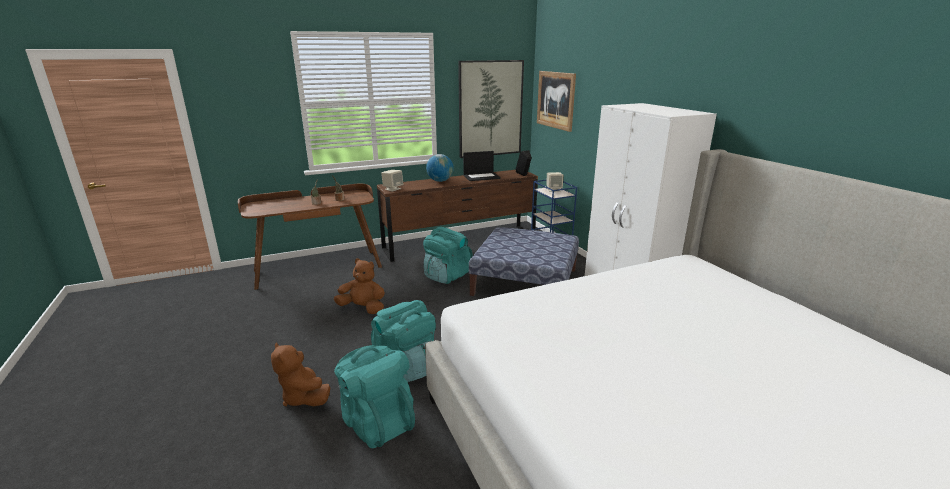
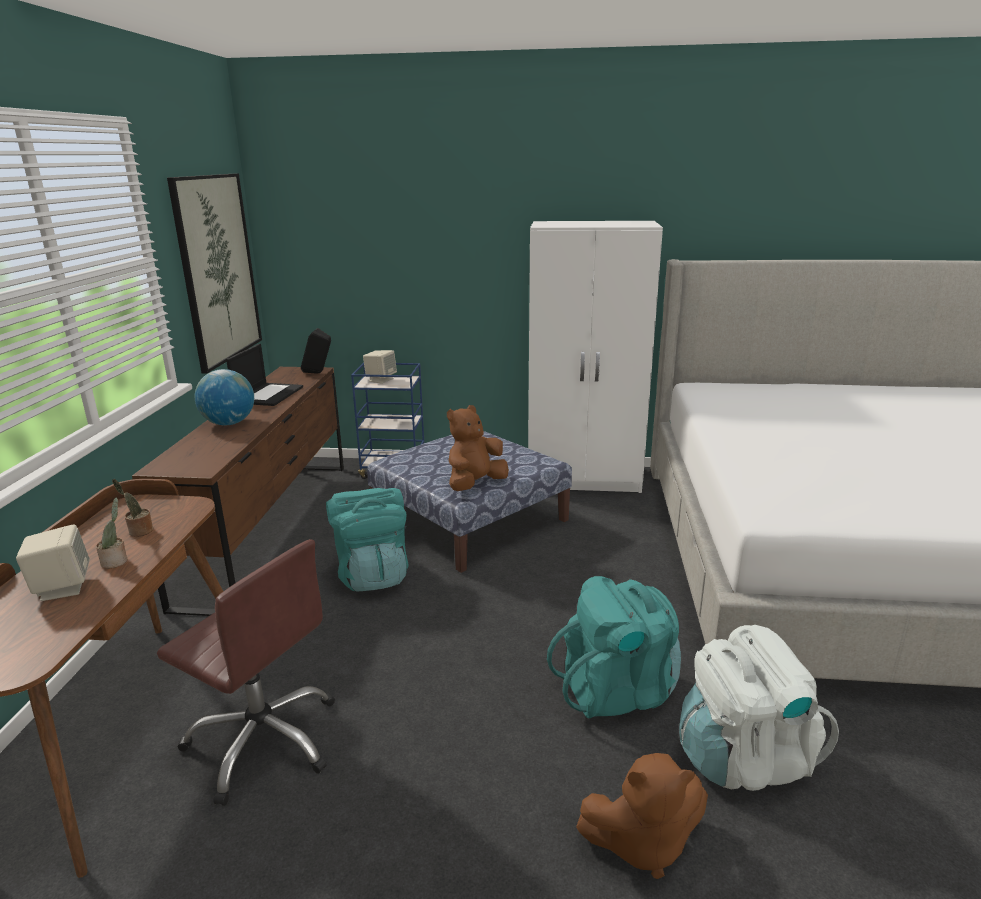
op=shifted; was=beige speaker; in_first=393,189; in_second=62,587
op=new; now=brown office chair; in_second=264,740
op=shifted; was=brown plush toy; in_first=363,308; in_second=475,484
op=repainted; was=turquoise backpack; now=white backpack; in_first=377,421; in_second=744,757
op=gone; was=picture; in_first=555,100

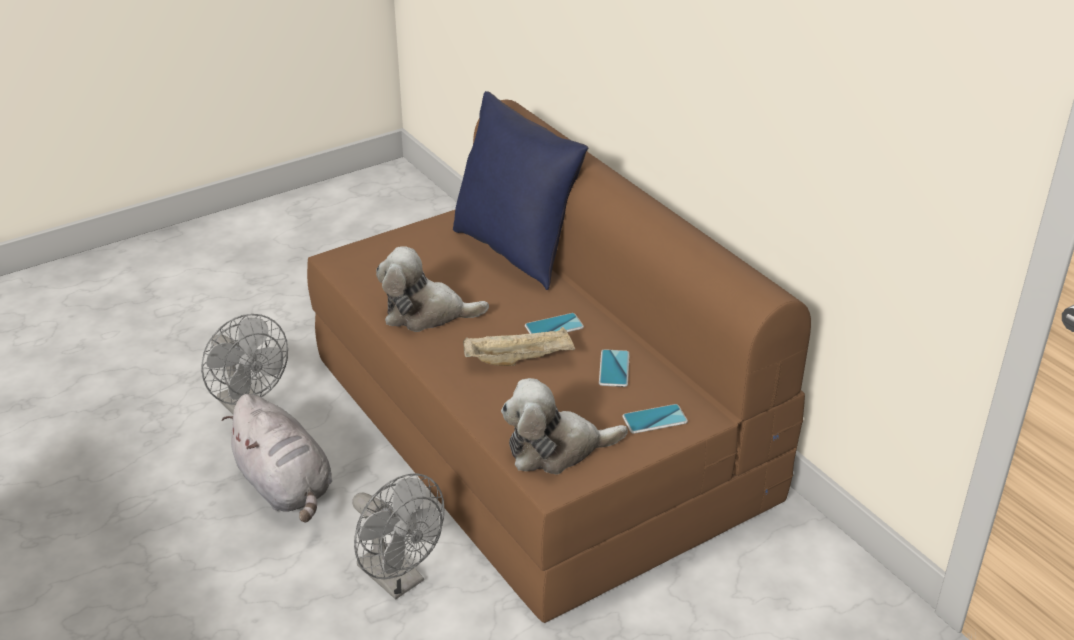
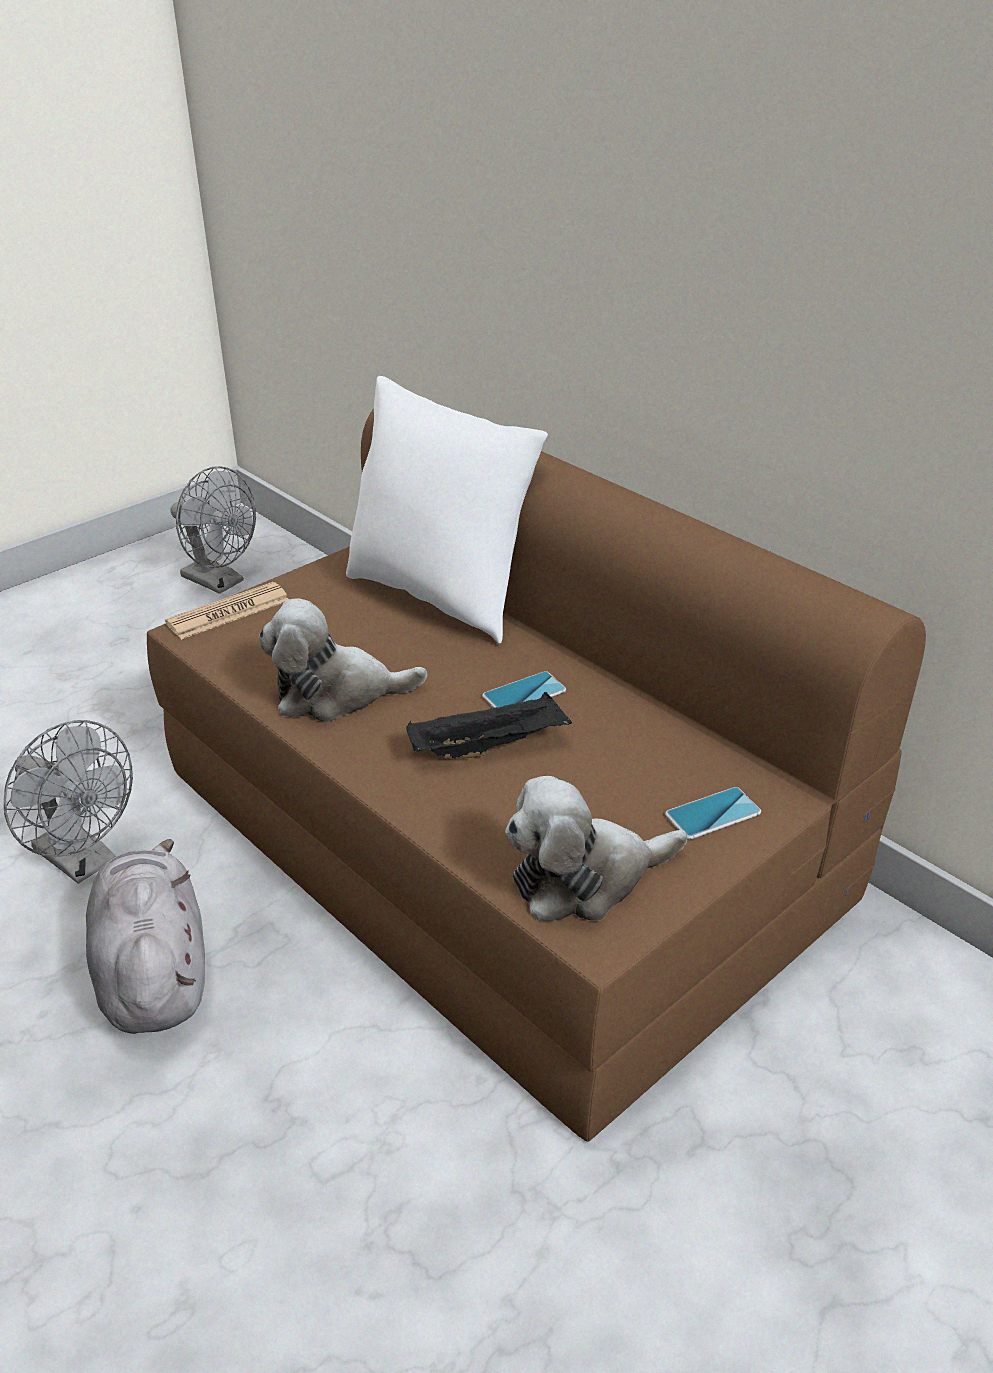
op=rotated; was=grey plush toy; in_first=286,487; in_second=154,972; clockwise=-150
op=new; now=newspaper; in_second=228,612
op=shifted; was=grey fan; in_first=398,579; in_second=220,582
op=repainted; was=blue pillow; now=white pillow; in_first=516,251; in_second=440,595
op=repainted; was=beige tray; now=black tray; in_first=520,359; in_second=490,746
op=gone; was=phone; in_first=614,369

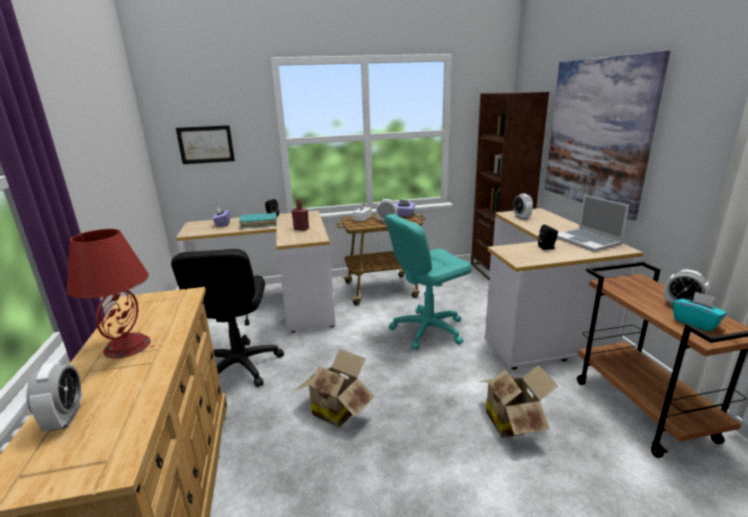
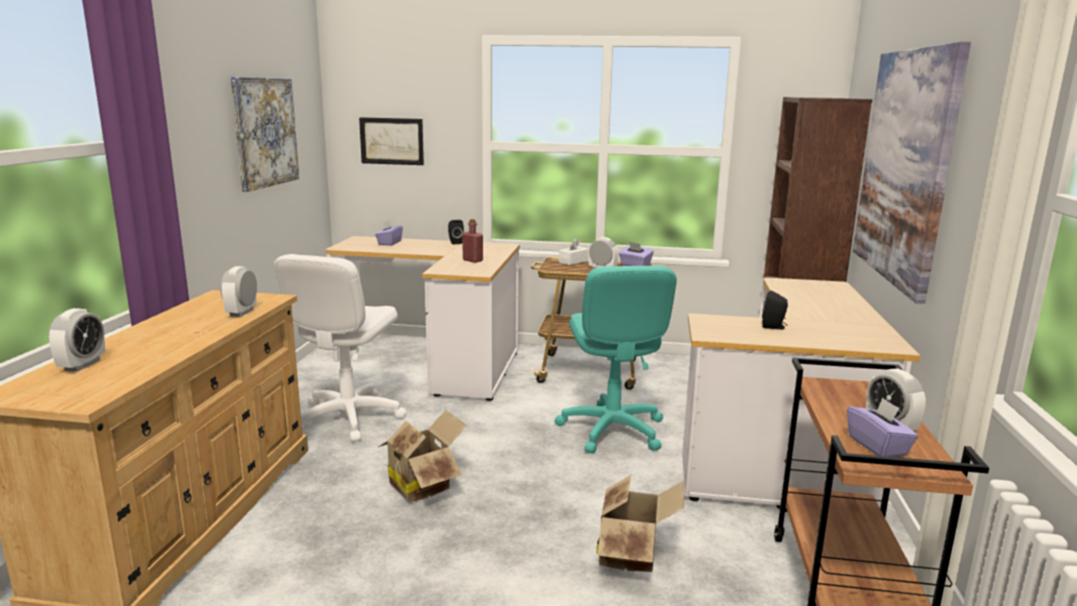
op=shifted; was=alarm clock; in_first=521,217; in_second=241,312
op=new; now=picture; in_second=265,132
op=repainted; was=black office chair; now=white office chair; in_first=239,366; in_second=348,418
op=rotated; was=turquoise office chair; in_first=428,330; in_second=612,430; clockwise=-90
op=repainted; was=turquoise tissue box; now=purple tissue box; in_first=695,323; in_second=878,446
op=gone; was=red table lamp; in_first=127,345
op=gone; was=turquoise book; in_first=259,224
op=gone; was=laptop; in_first=587,241

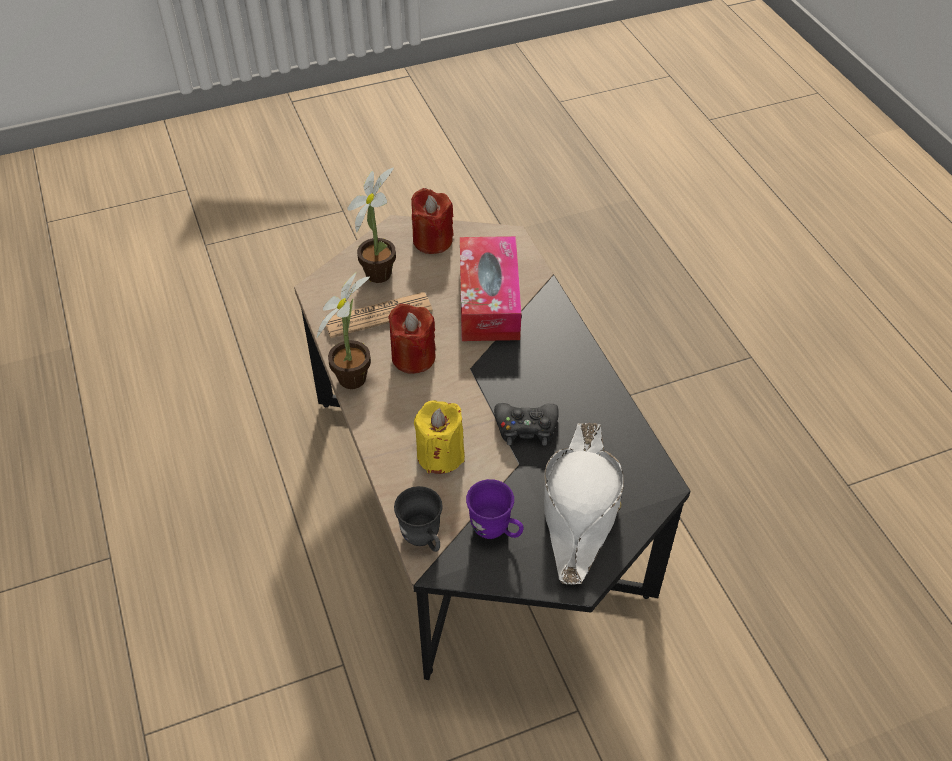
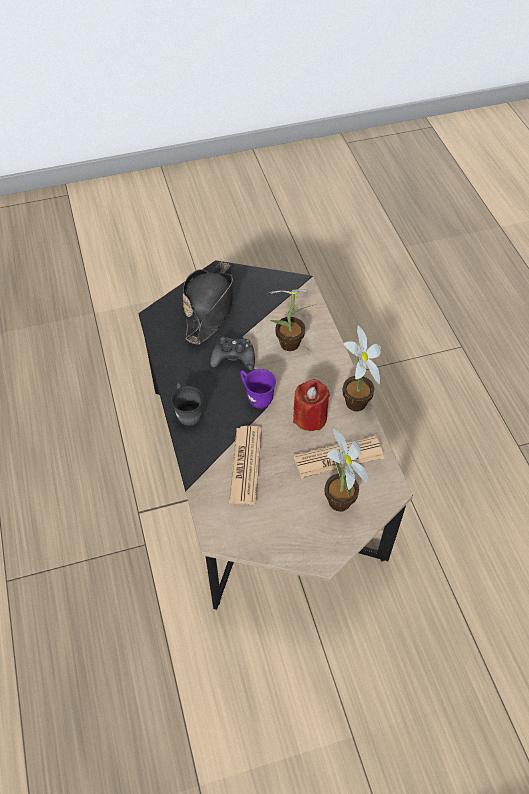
op=shifted; was=grey mug; in_first=424,540; in_second=187,413
op=repainted; was=white hat; now=black hat; in_first=579,508; in_second=210,307
op=swapped; was=tissue box; now=newspaper; in_first=489,300; in_second=245,465
op=shifted; was=purple mug; in_first=496,531; in_second=256,397
op=swapped; was=yellow candle; now=potted plant; in_first=440,455; in_second=293,344
op=gone; was=red candle; in_first=432,240

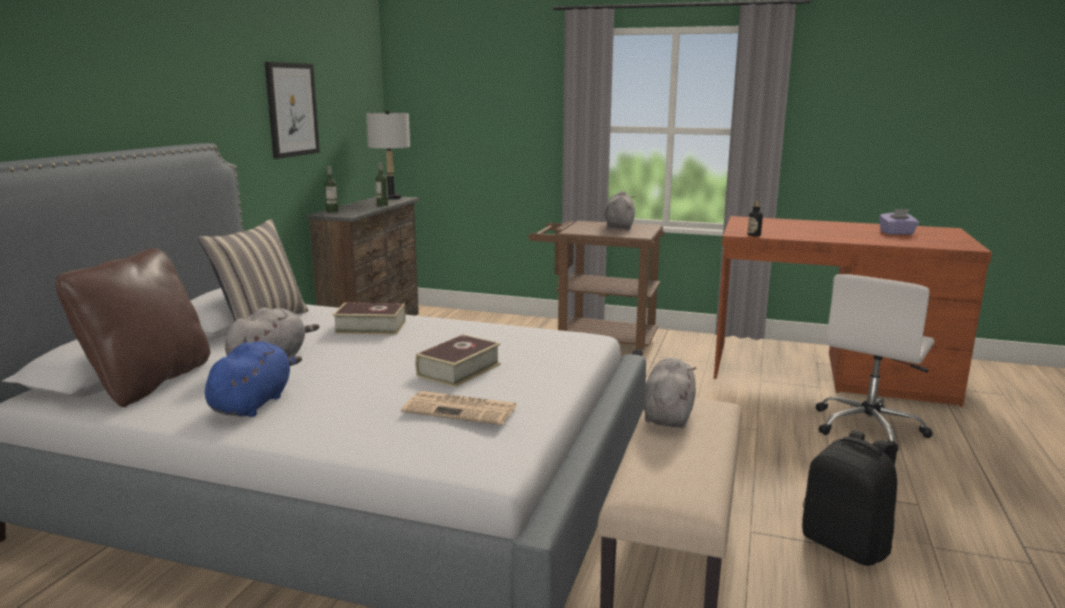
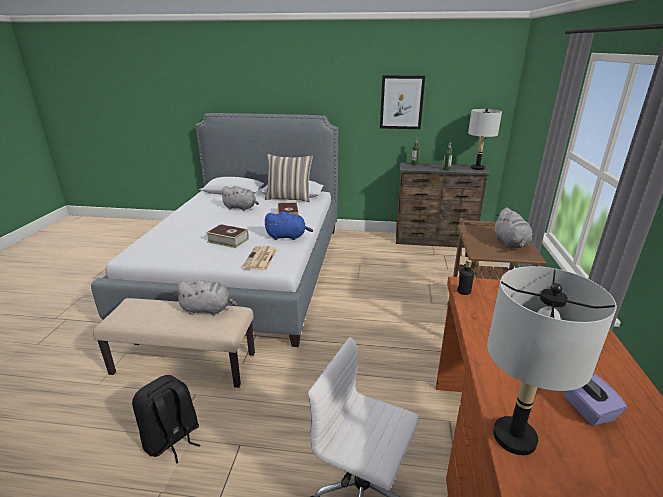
op=shifted; was=newspaper; in_first=462,409; in_second=260,259
op=shifted; was=blue plush toy; in_first=253,403; in_second=288,237
op=new; now=grey table lamp; in_second=513,437
op=rotated; was=grey plush toy; in_first=619,226; in_second=511,243; clockwise=90
op=gone; was=brown pillow; in_first=149,382

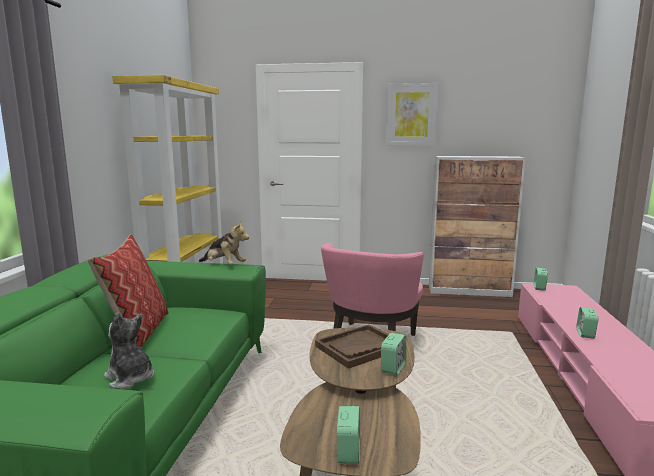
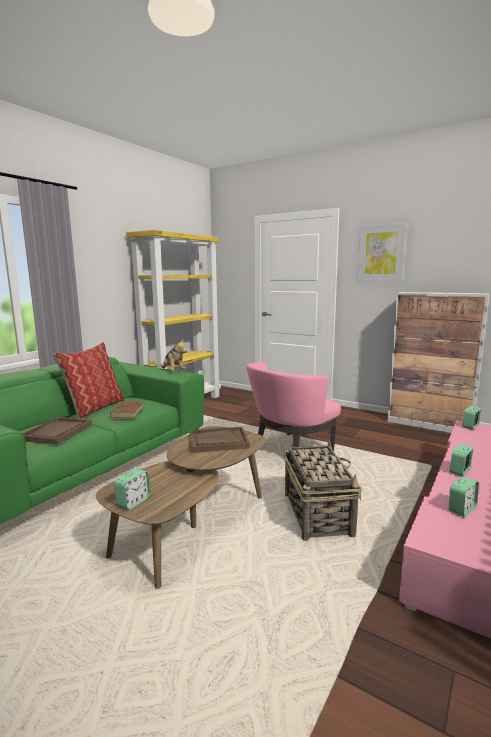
op=swapped; was=plush toy; now=brown tray; in_first=130,378; in_second=57,432
op=new; now=brown book; in_second=127,412
op=new; now=basket; in_second=317,513
op=shifted; was=alarm clock; in_first=393,368; in_second=462,509

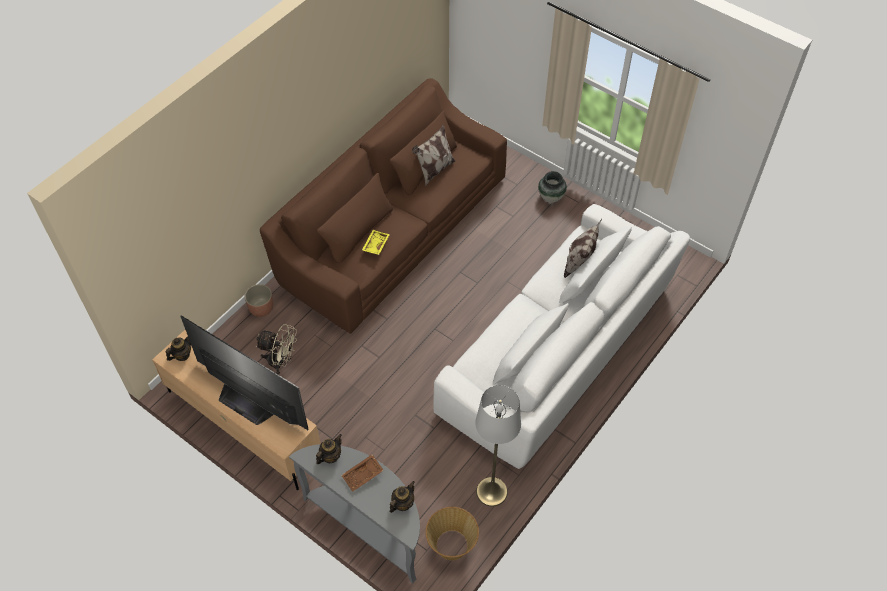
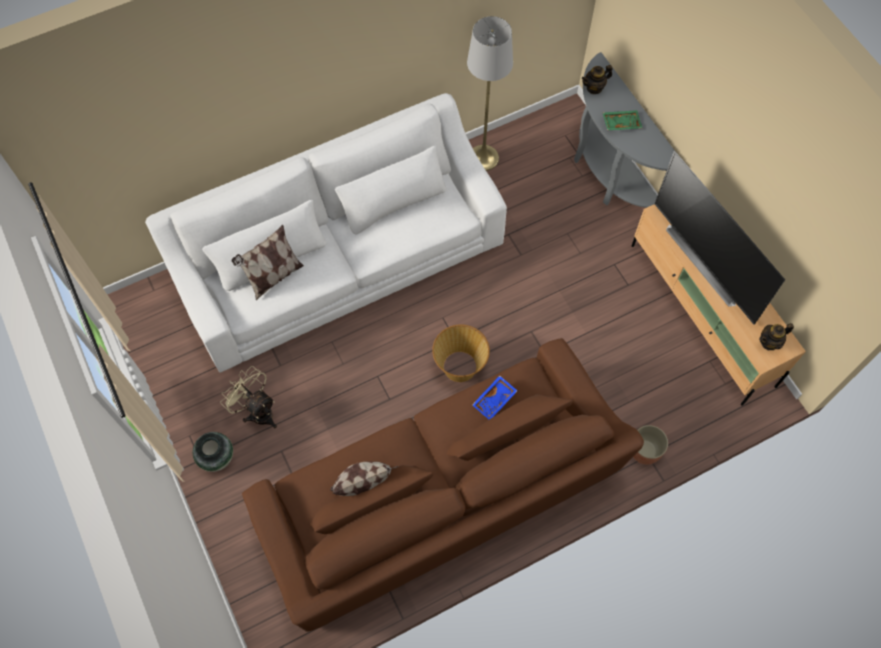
op=shifted; was=beige fan; in_first=281,361; in_second=258,411
op=shifted; was=basket; in_first=451,545; in_second=460,366
op=repainted; was=yellow tray; now=blue tray; in_first=375,245; in_second=495,400
op=repainted; was=brown tray; now=green tray; in_first=363,475; in_second=621,123
op=gone; was=teapot; in_first=330,456

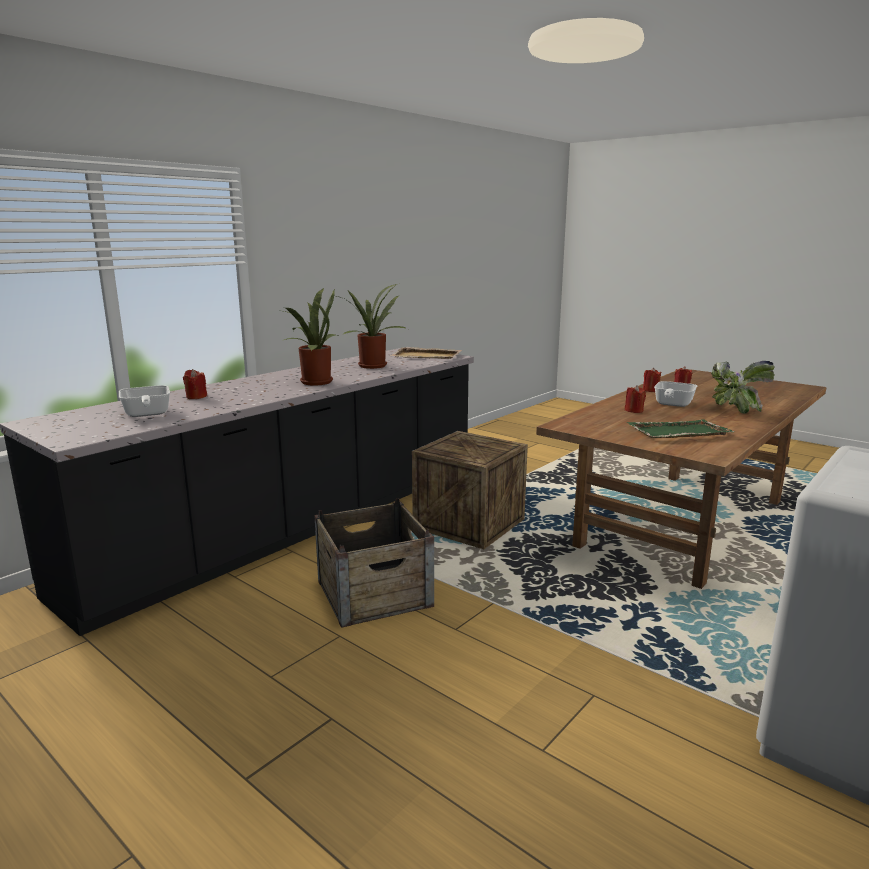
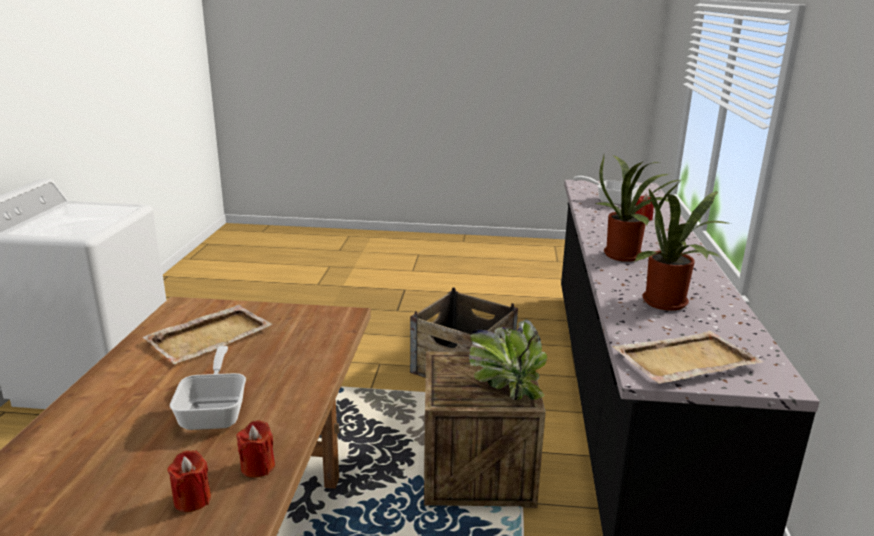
op=repainted; was=green tray; now=beige tray; in_first=677,432; in_second=211,336
op=shifted; was=potted plant; in_first=733,412; in_second=506,387
op=gone; was=red candle; in_first=634,410

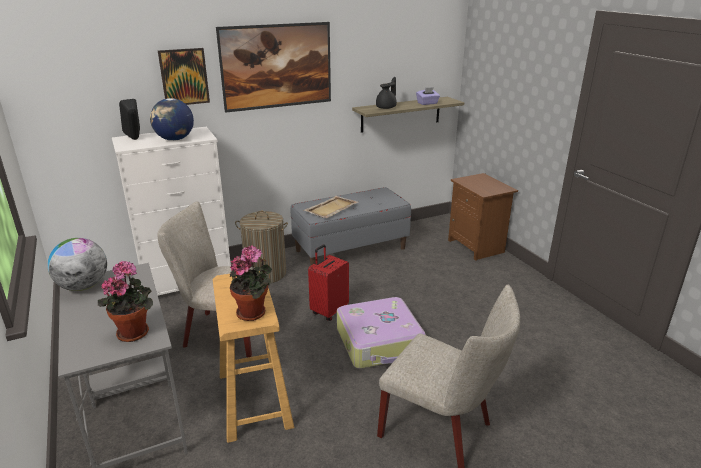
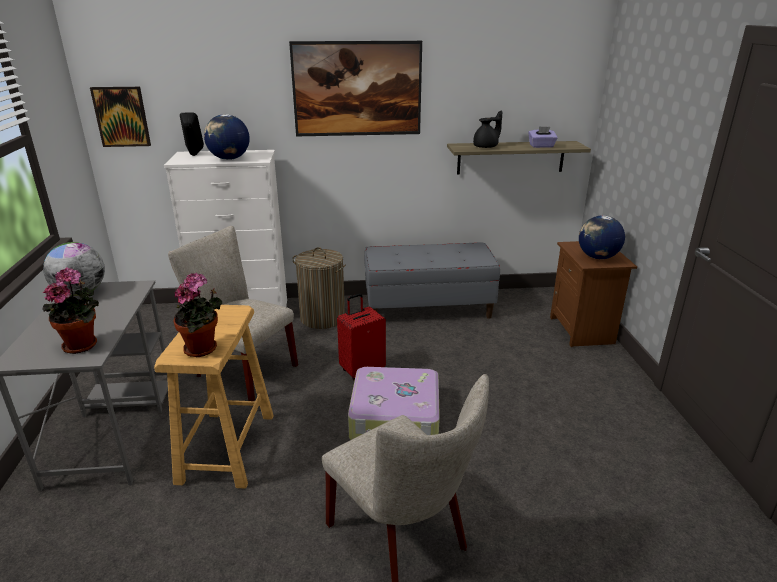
op=shifted; was=picture; in_first=184,77; in_second=121,116
op=new; now=globe; in_second=597,257
op=gone; was=beige tray; in_first=331,209

